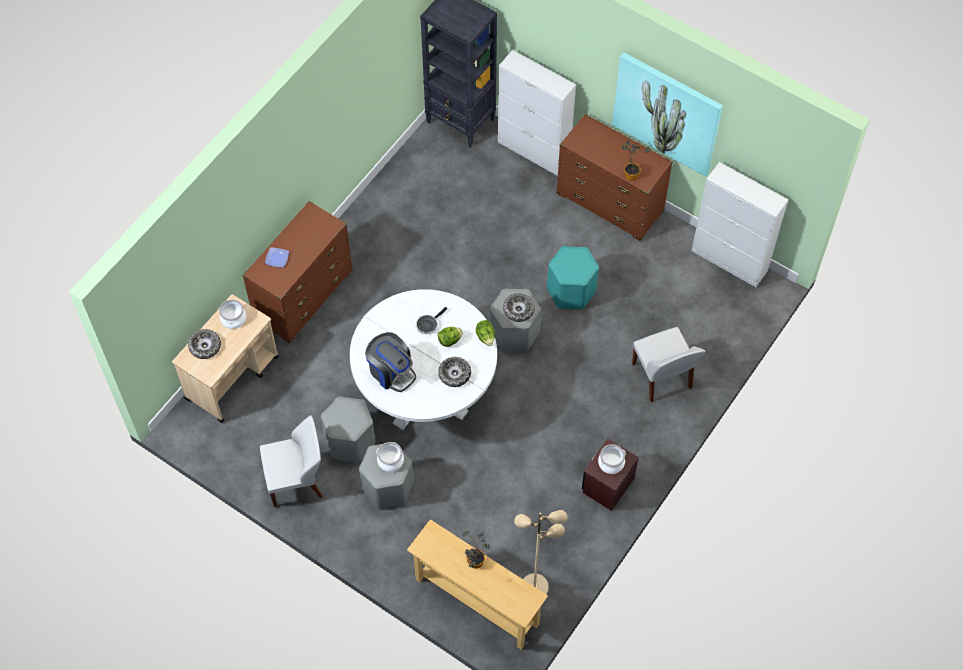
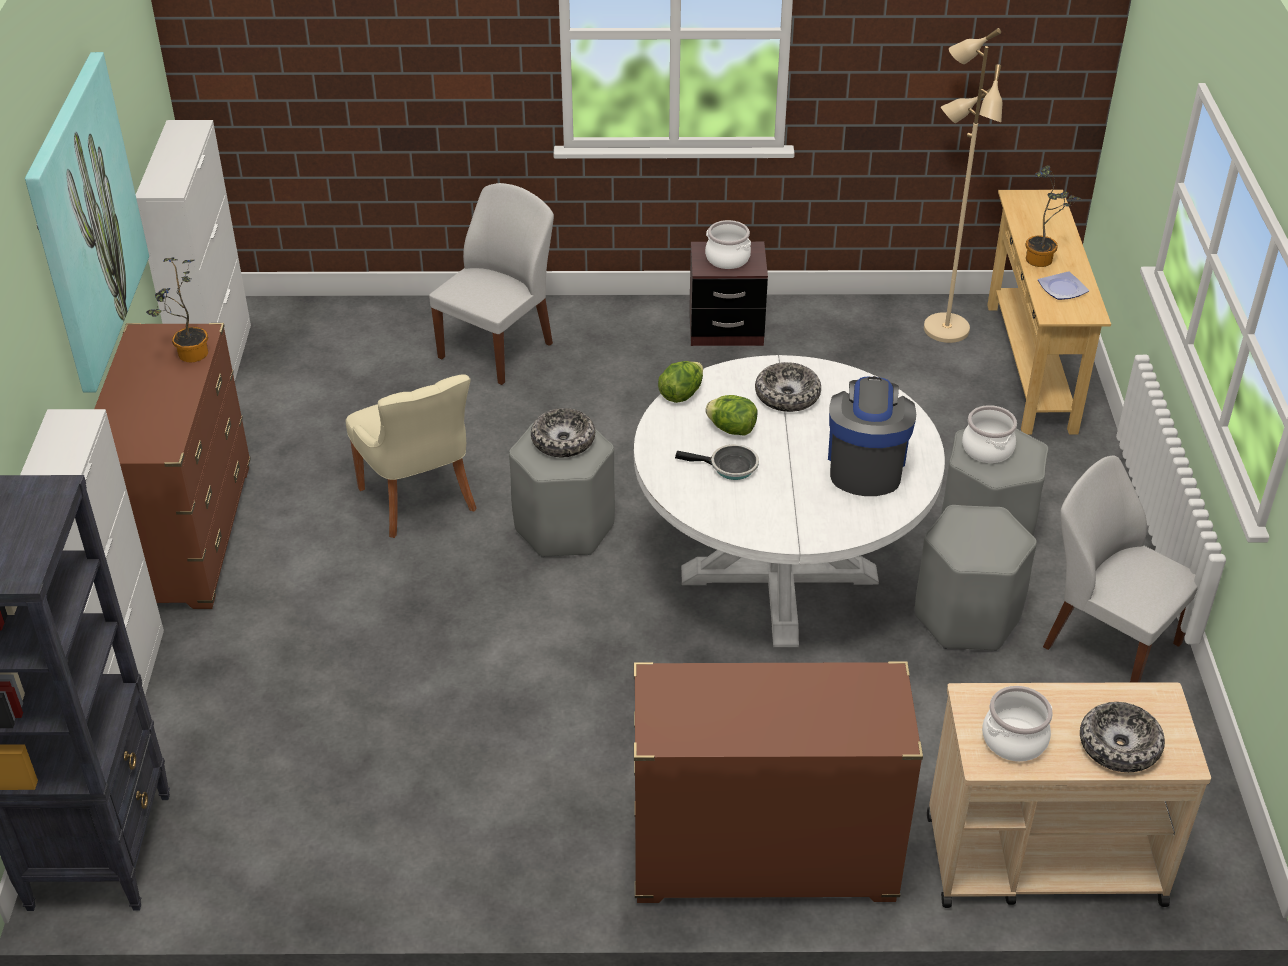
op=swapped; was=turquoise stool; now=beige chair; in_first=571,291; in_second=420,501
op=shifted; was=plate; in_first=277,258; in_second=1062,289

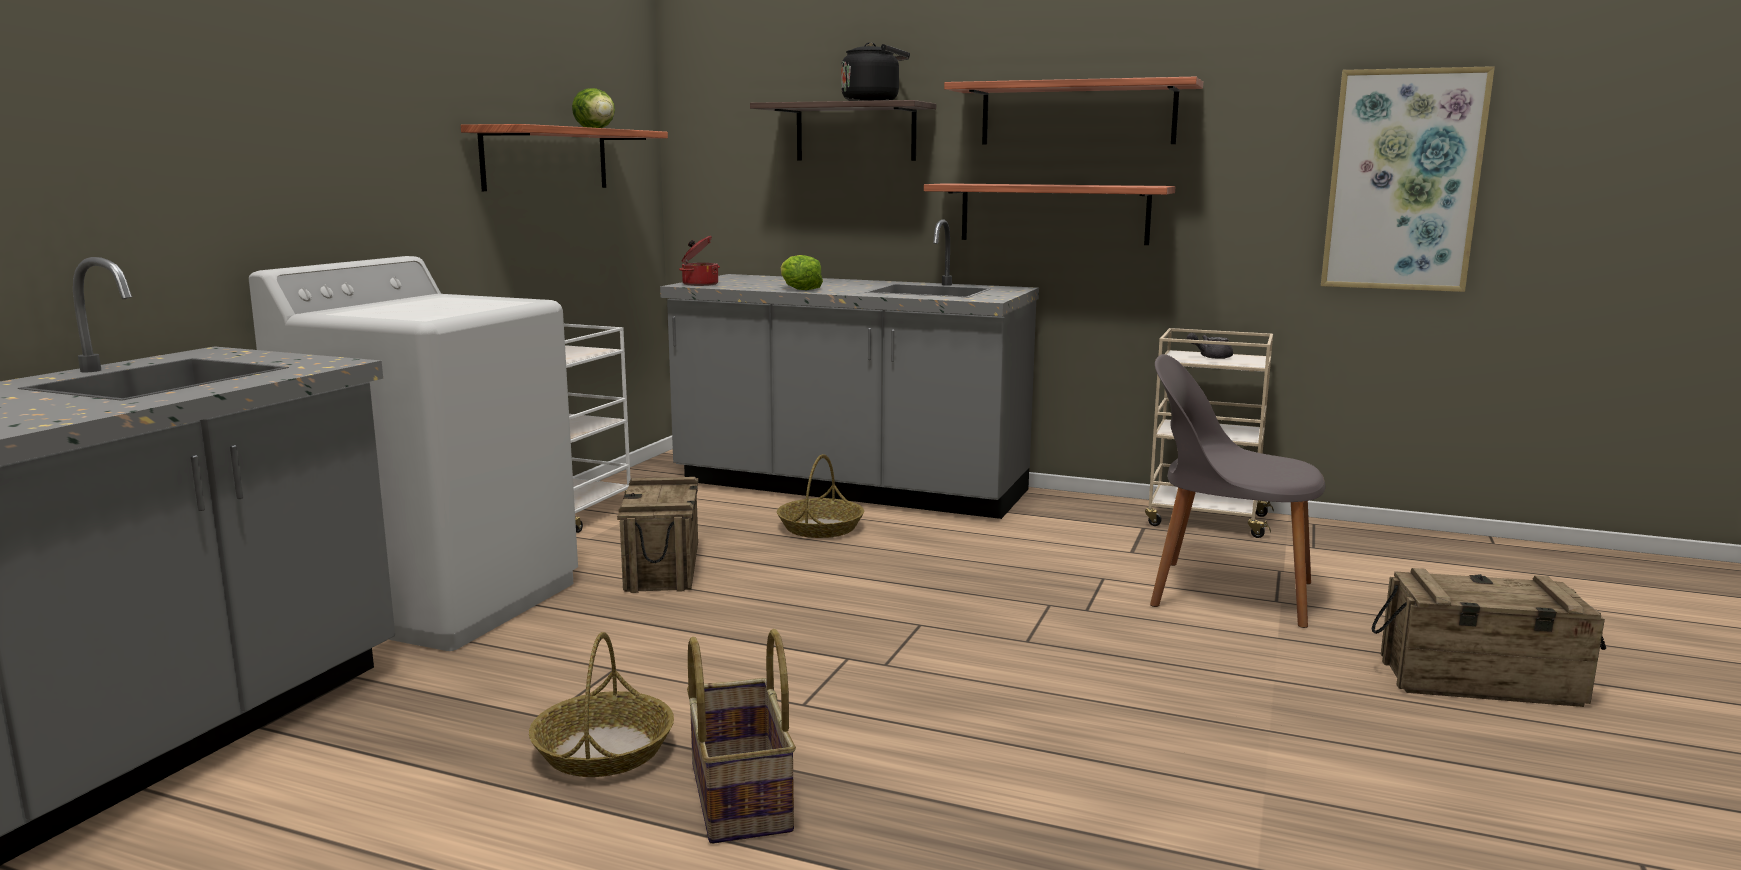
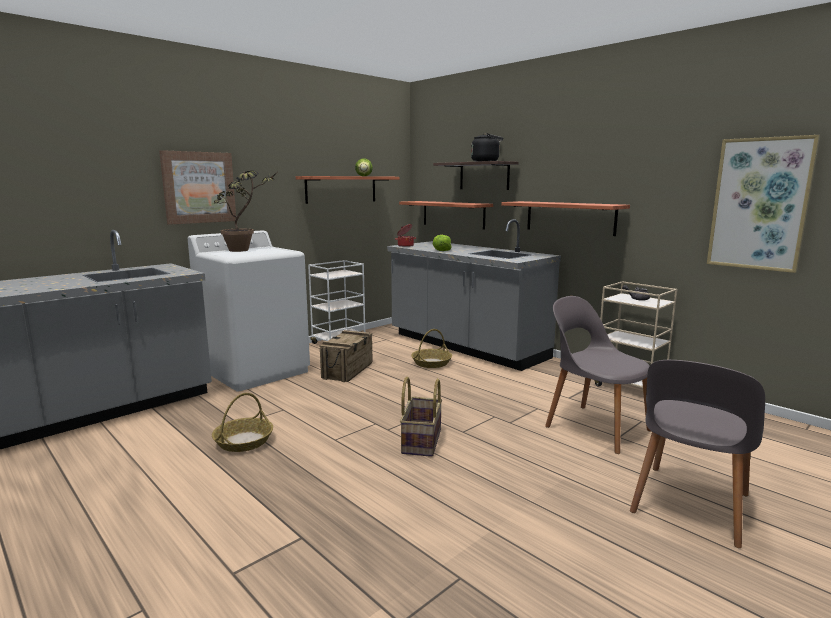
op=new; now=picture; in_second=199,187
op=new; now=potted plant; in_second=246,250
op=shifted; was=shelf; in_first=1077,114; in_second=453,214
op=shifted; was=basket; in_first=737,797; in_second=420,441
op=swapped; was=crate; now=grey chair; in_first=1480,682; in_second=689,505

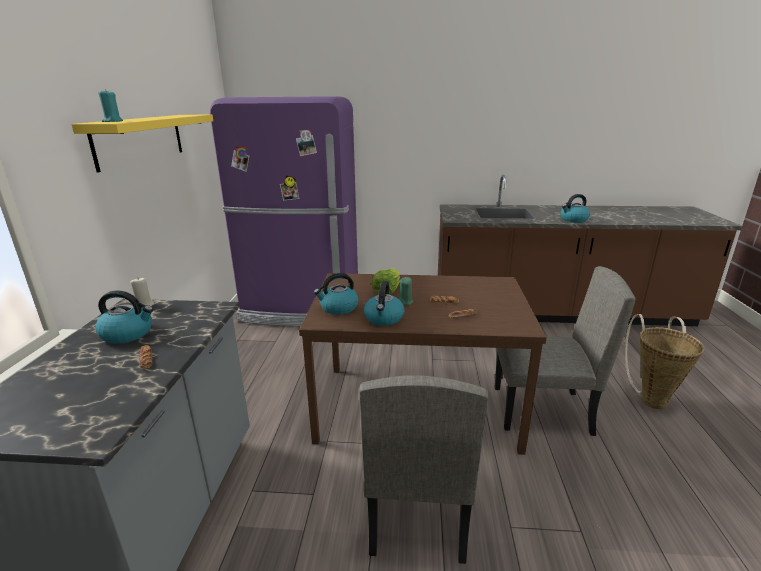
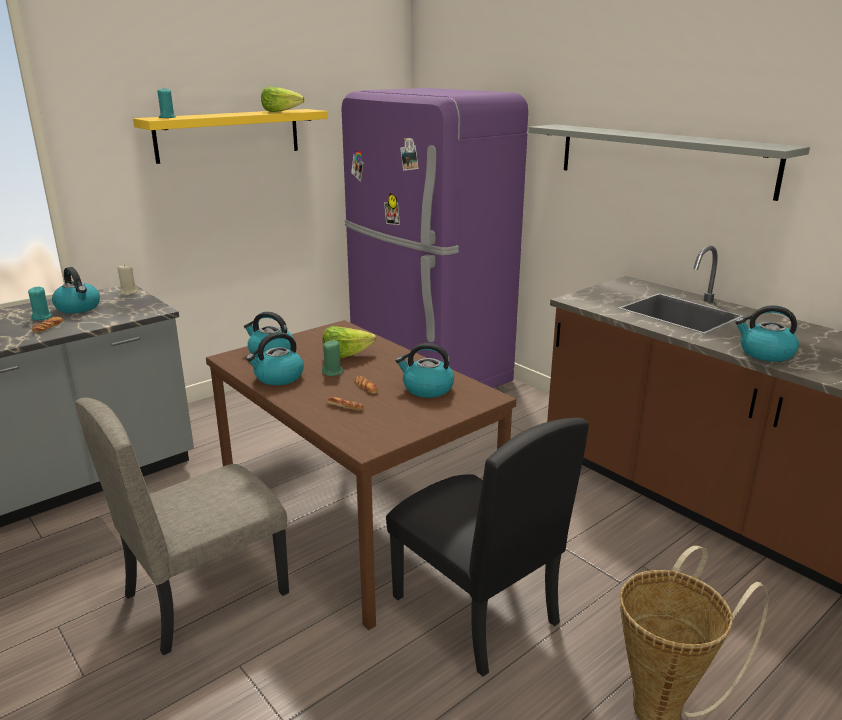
op=new; now=turquoise candle; in_second=41,317
op=new; now=lettuce; in_second=281,111
op=repainted; was=beige chair; now=black chair; in_first=541,411; in_second=473,610
op=new; now=kettle; in_second=427,389
op=new; now=grey shelf; in_second=661,159

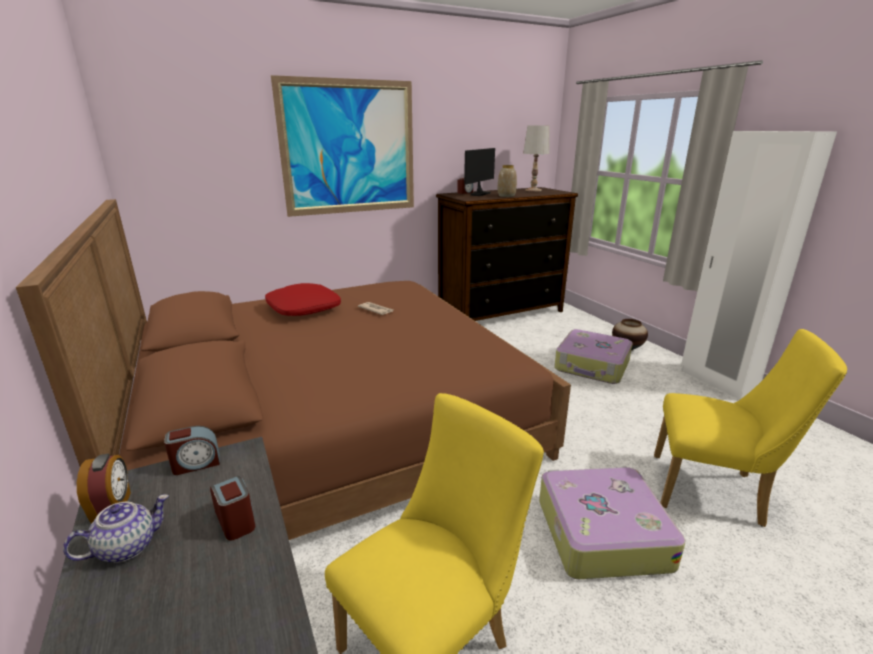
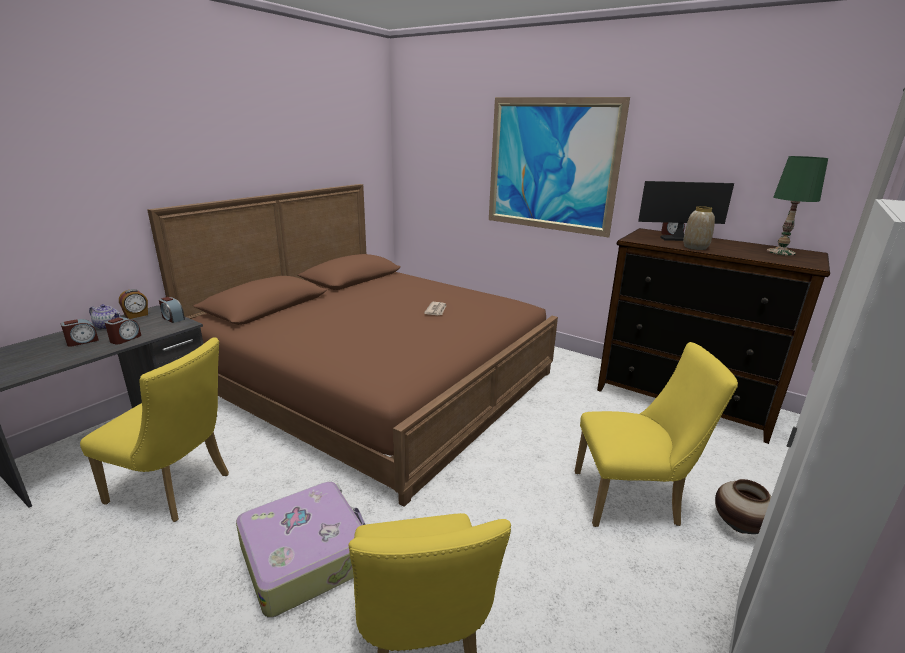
op=new; now=alarm clock; in_second=82,341
op=swapped; was=suitcase; now=yellow chair; in_first=592,366; in_second=633,499
op=repainted; was=white table lamp; now=green table lamp; in_first=533,190; in_second=780,252
op=gone; was=red pillow; in_first=303,309

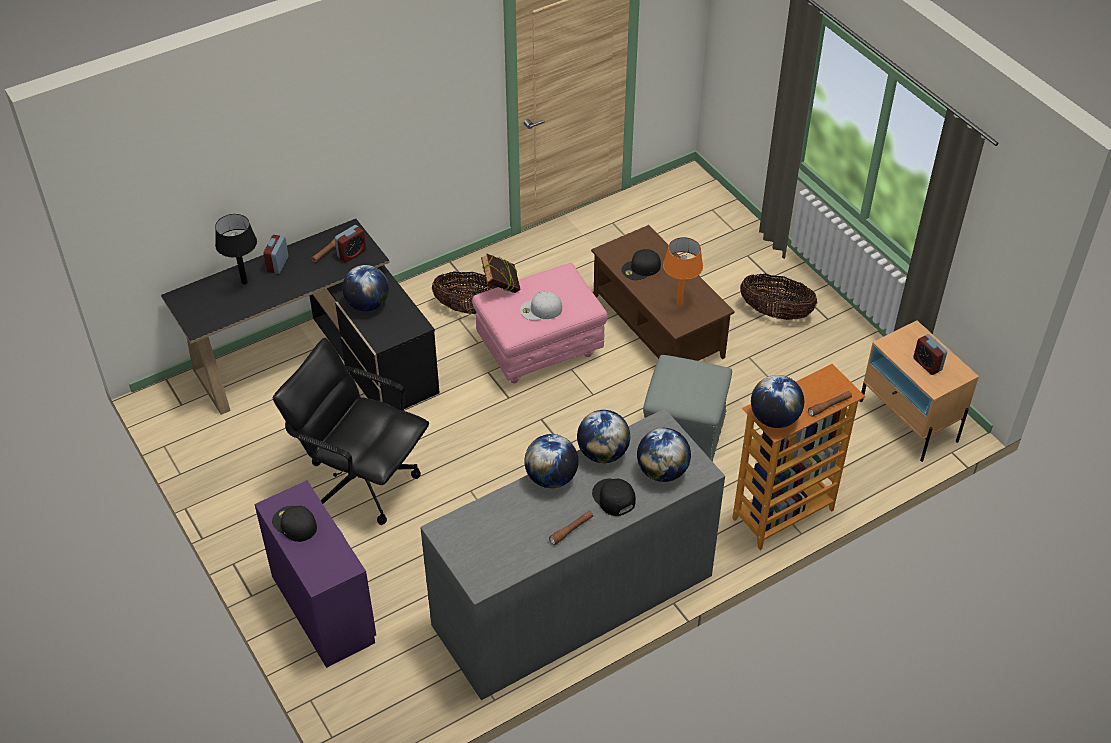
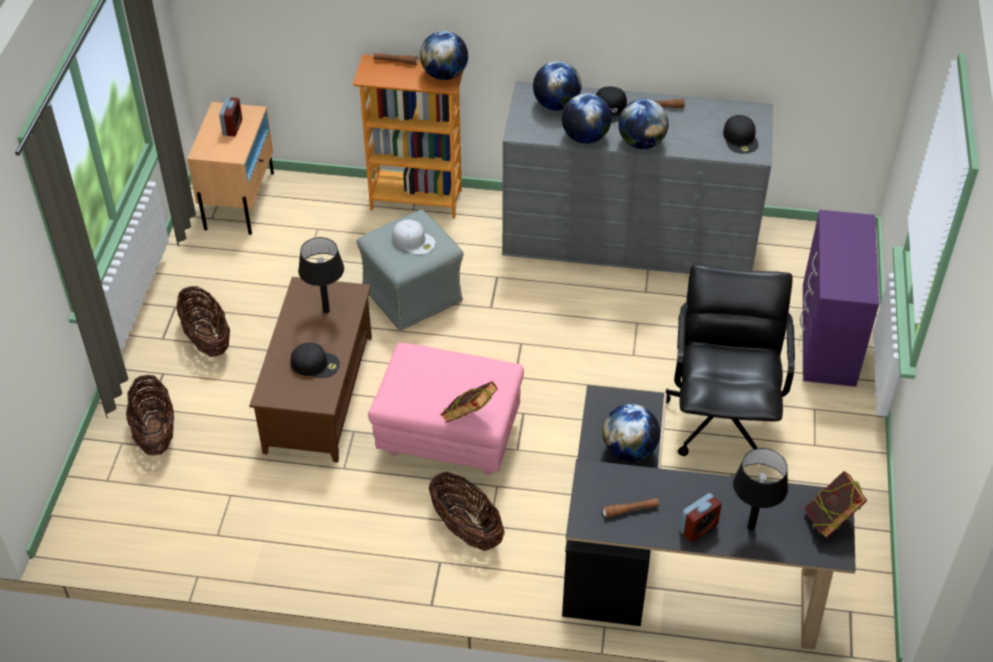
op=new; now=basket; in_second=155,433
op=repainted; was=orange table lamp; now=black table lamp; in_first=680,303; in_second=326,310
op=shifted; was=white cap; in_first=540,310; in_second=414,241
op=rotated; was=black office chair; in_first=361,481; in_second=721,419; clockwise=-150
op=shifted; was=black cap; in_first=294,524; in_second=740,138
op=new; now=book; in_second=830,520
op=gone; was=alarm clock; in_first=351,254

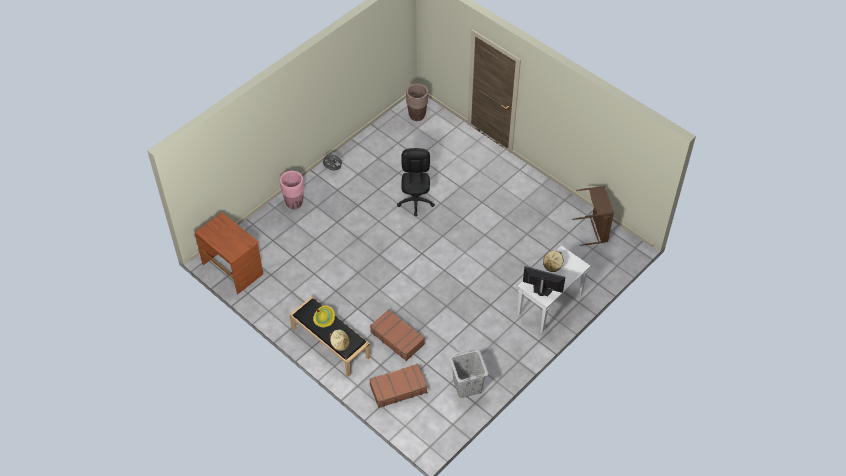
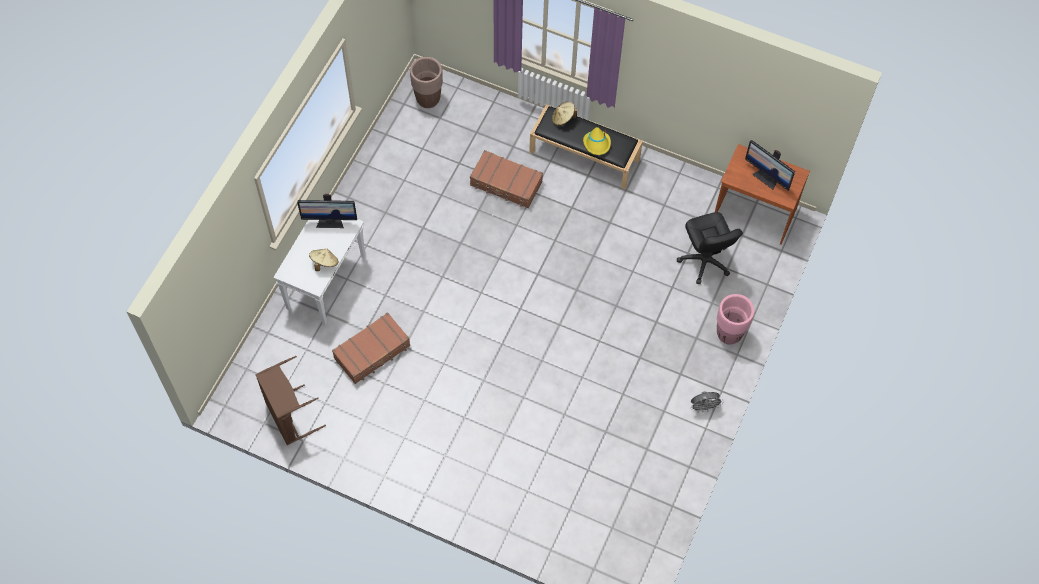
op=shifted; was=brown suitcase; in_first=398,388; in_second=372,352
op=shifted; was=brown planter; in_first=417,115; in_second=428,99
op=shifted; was=black office chair; in_first=416,201; in_second=704,261
op=new; now=monitor; in_second=766,177
op=gone; was=grey laundry basket; in_first=467,386

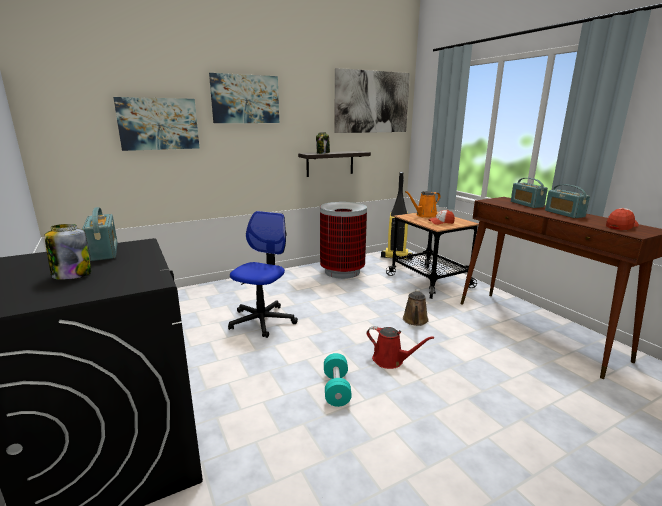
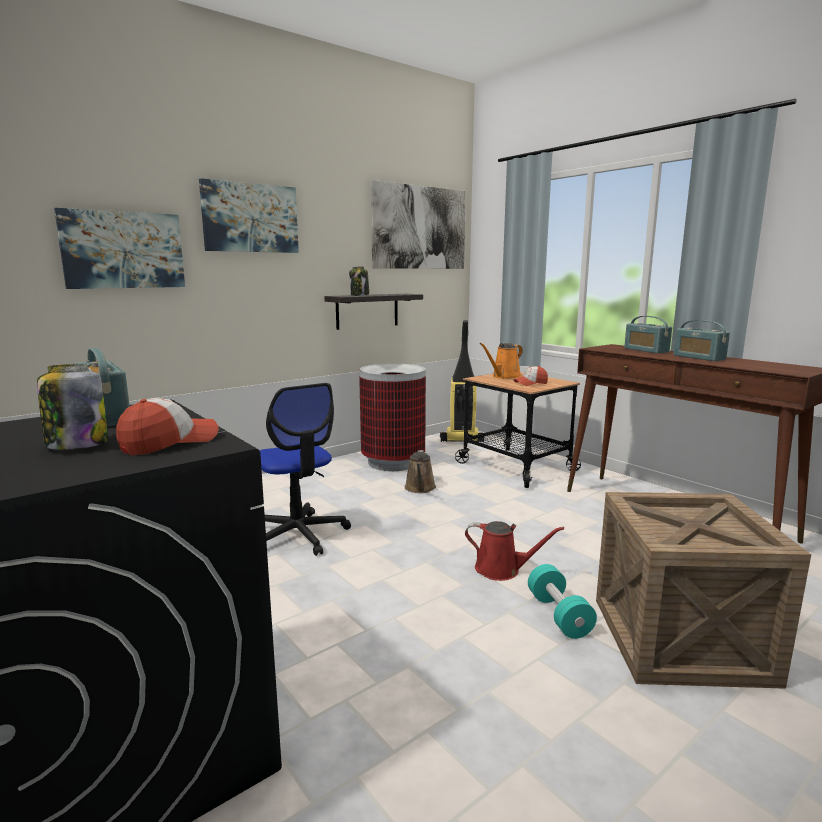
op=shifted; was=cap; in_first=621,226; in_second=169,442
op=rotated; was=office chair; in_first=262,321; in_second=298,535; clockwise=135
op=shifted; was=brown watering can; in_first=415,321; in_second=420,488
op=shifted; was=turquoise dumbbell; in_first=336,389; in_second=559,615
op=new; now=crate; in_second=679,639

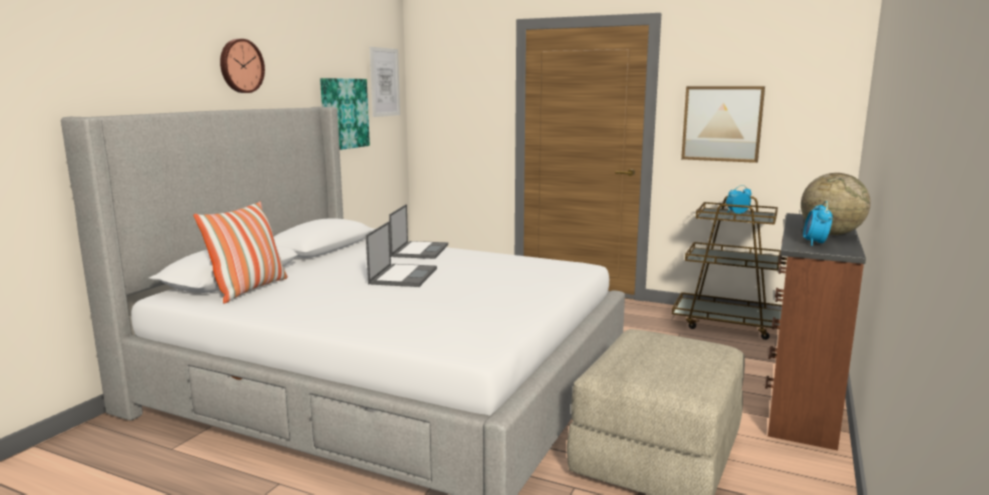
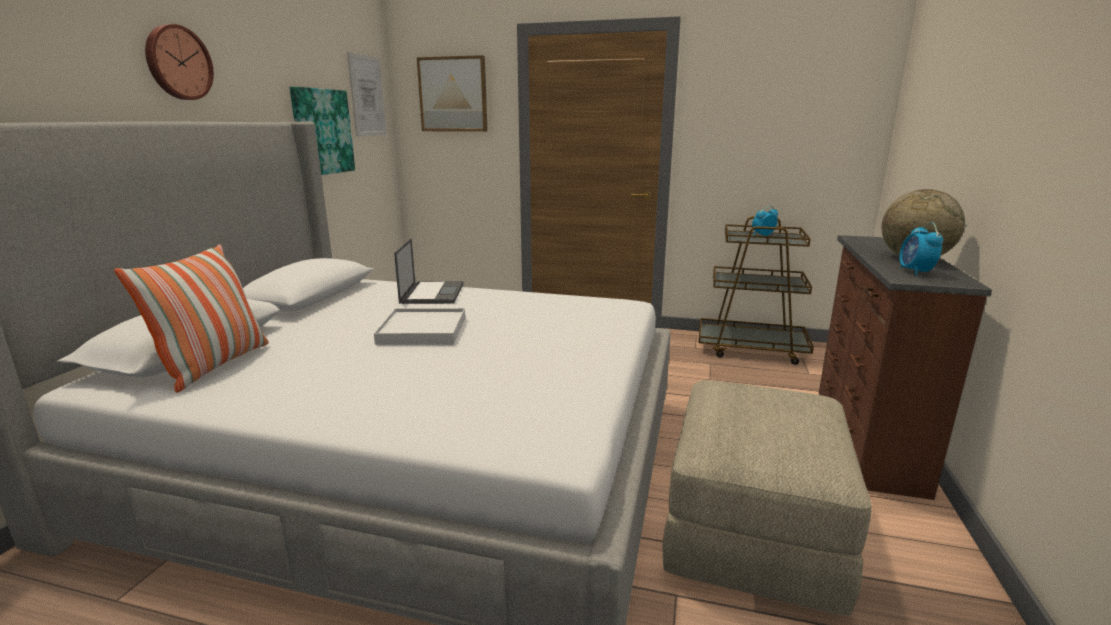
op=swapped; was=laptop; now=white tray; in_first=403,276; in_second=422,330
op=shifted; was=picture; in_first=722,123; in_second=453,94

